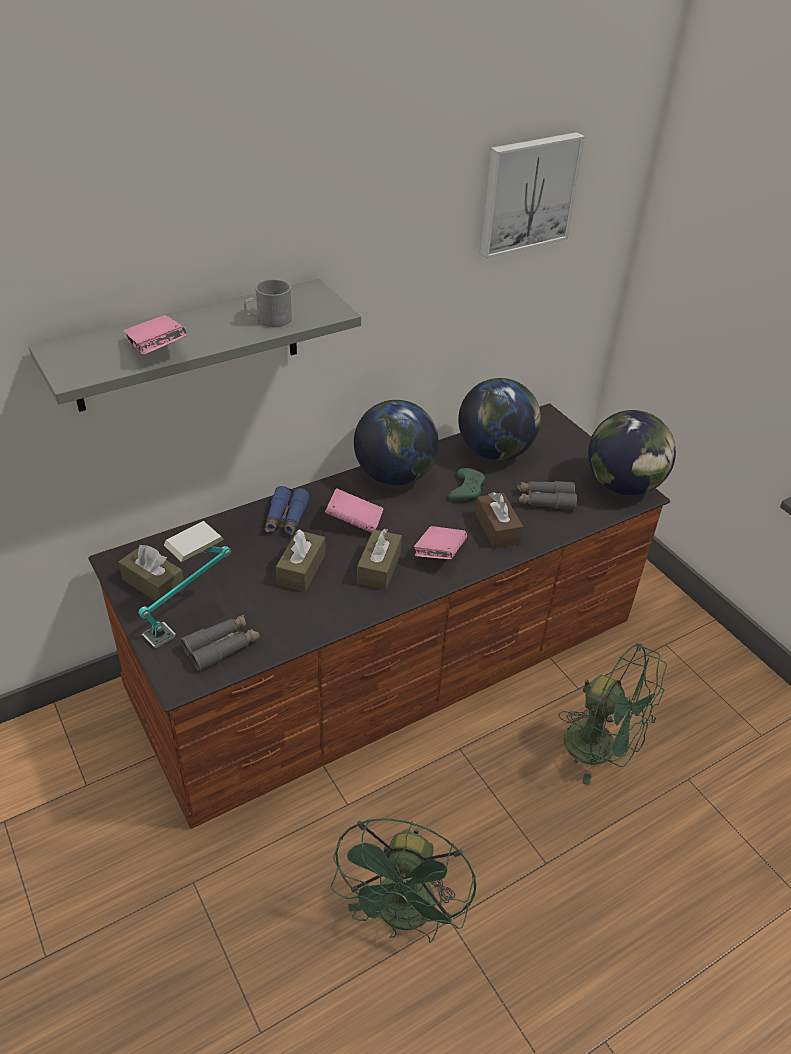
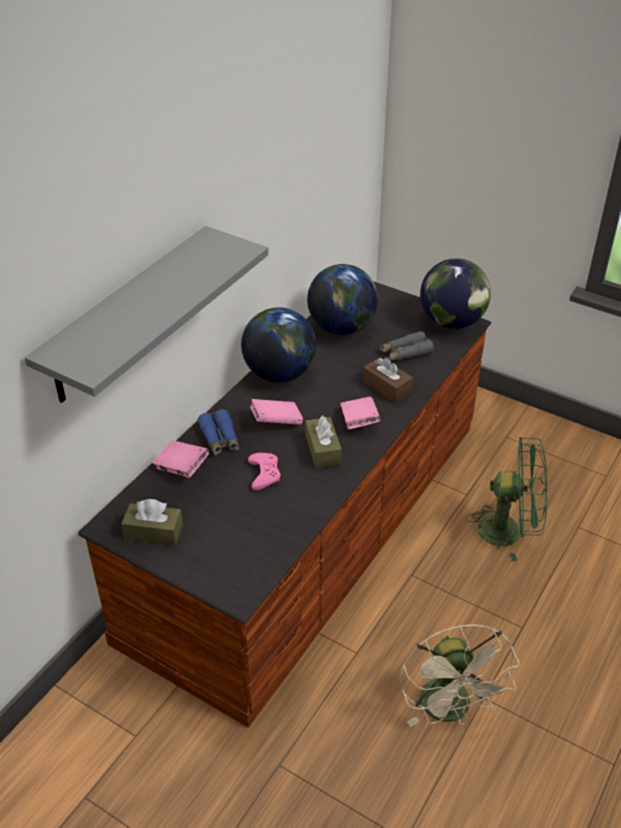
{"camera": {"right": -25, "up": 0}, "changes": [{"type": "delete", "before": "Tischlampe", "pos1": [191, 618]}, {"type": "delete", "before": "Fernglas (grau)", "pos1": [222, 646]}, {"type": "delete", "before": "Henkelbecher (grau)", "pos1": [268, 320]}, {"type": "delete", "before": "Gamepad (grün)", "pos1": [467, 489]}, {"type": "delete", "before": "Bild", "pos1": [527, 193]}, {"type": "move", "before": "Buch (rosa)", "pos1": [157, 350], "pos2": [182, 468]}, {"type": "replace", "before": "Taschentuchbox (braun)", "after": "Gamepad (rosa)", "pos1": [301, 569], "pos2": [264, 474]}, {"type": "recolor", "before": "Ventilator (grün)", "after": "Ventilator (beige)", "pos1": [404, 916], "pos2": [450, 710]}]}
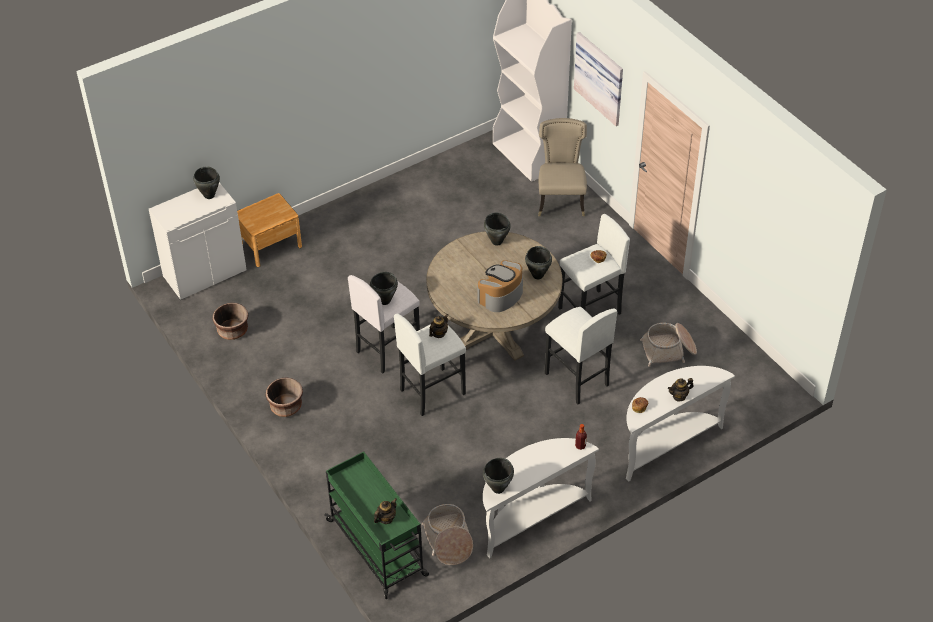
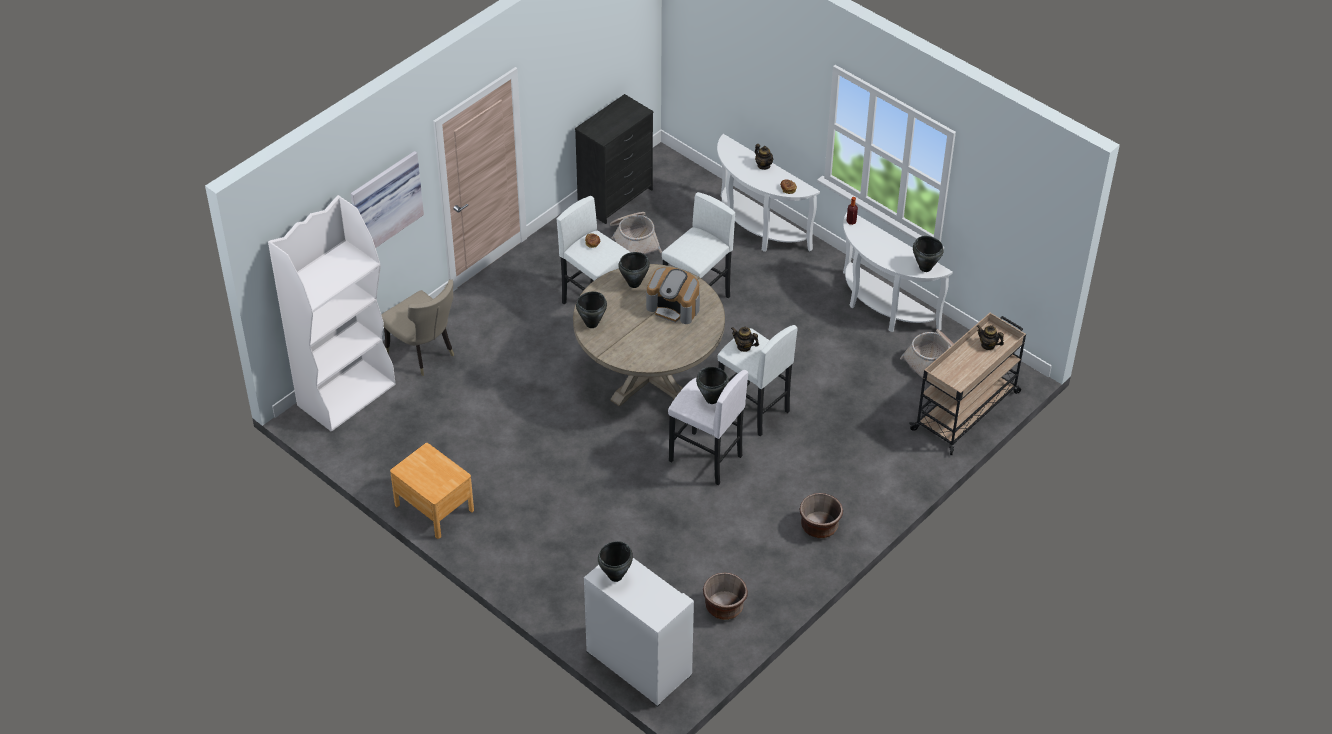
{"camera": {"right": -105, "up": 0}, "changes": [{"type": "insert", "after": "Kommode (schwarz)", "pos2": [615, 198]}, {"type": "move", "before": "Nachttisch (braun)", "pos1": [270, 245], "pos2": [434, 507]}, {"type": "recolor", "before": "Rollwagen (grün)", "after": "Rollwagen (beige)", "pos1": [377, 549], "pos2": [966, 410]}, {"type": "rotate", "before": "Stuhl (beige)", "pos1": [561, 201], "pos2": [424, 354], "turn": -120}]}
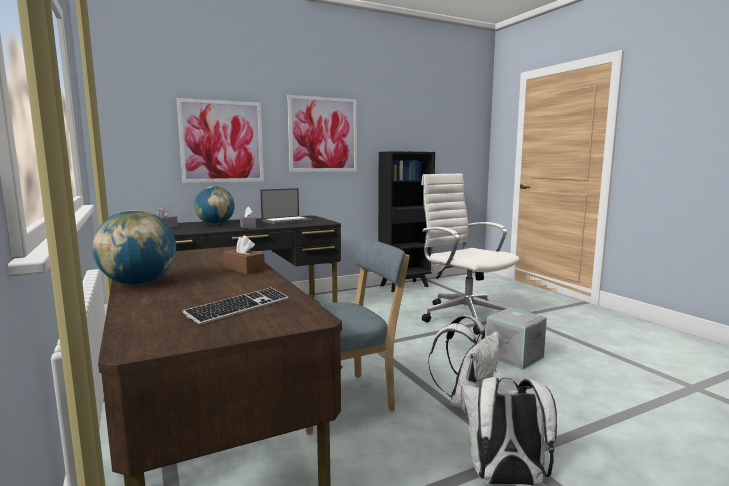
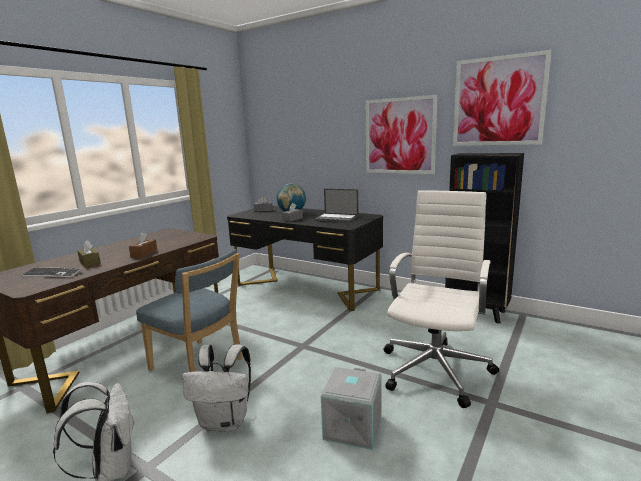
{"camera": {"right": 60, "up": 5}, "changes": [{"type": "delete", "before": "Globus", "pos1": [139, 283]}, {"type": "insert", "after": "Taschentuchbox (braun)", "pos2": [90, 262]}, {"type": "move", "before": "Bild", "pos1": [222, 142], "pos2": [498, 101]}]}
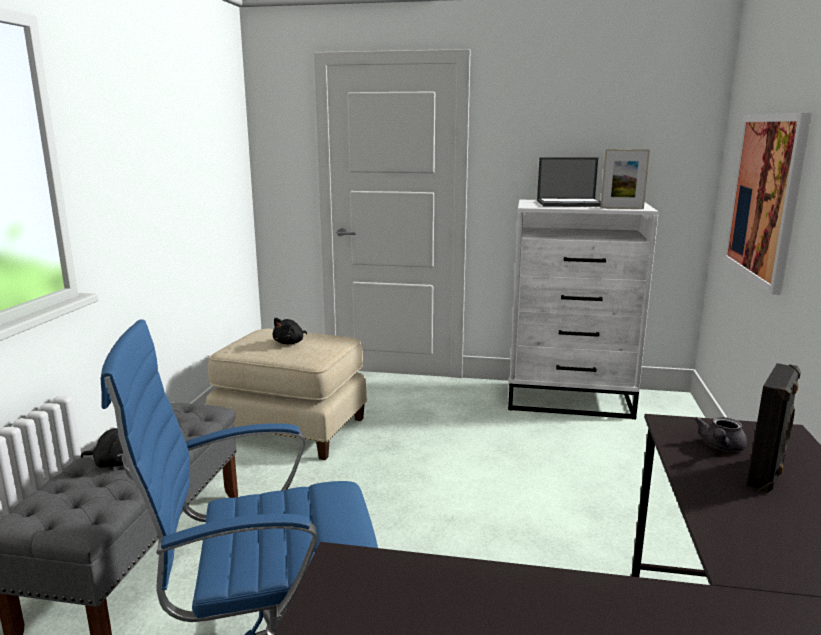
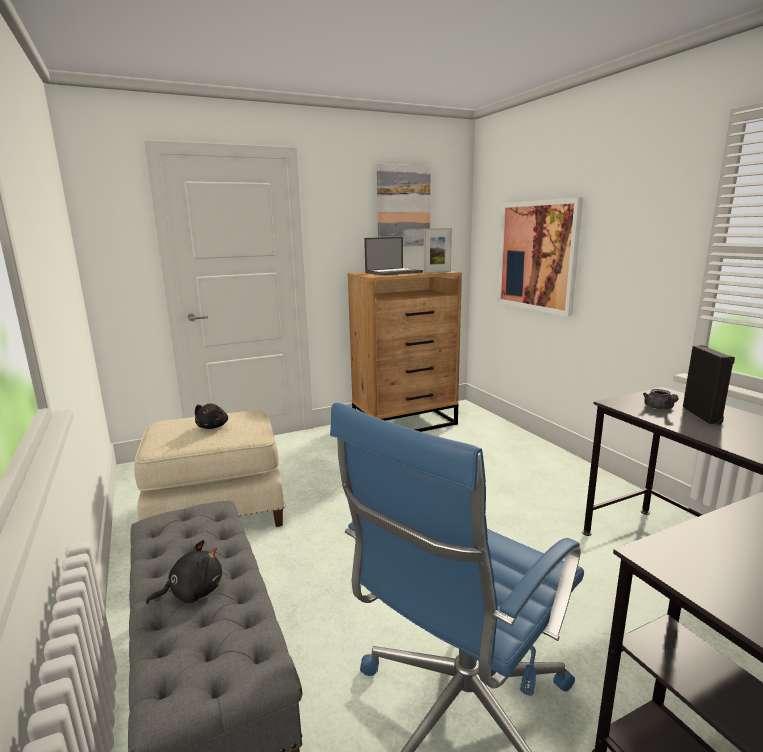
{"camera": {"right": -35, "up": 0}, "changes": [{"type": "insert", "after": "Bild", "pos2": [403, 206]}, {"type": "recolor", "before": "Kommode (weiß)", "after": "Kommode (braun)", "pos1": [570, 400], "pos2": [405, 423]}]}
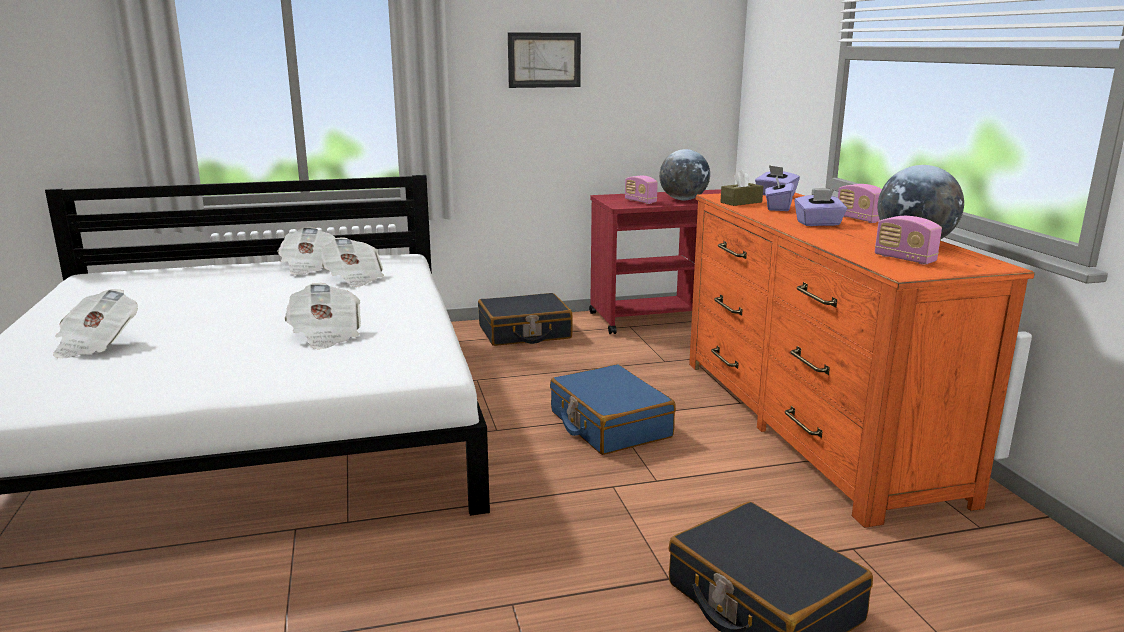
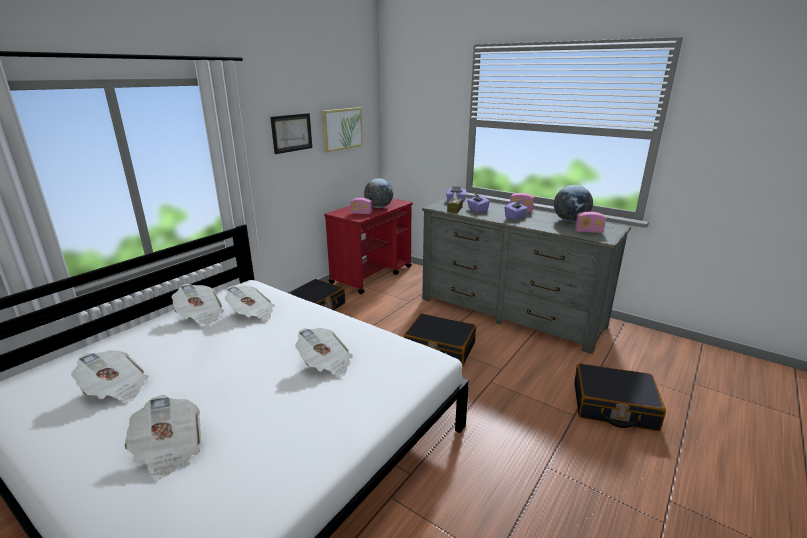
{"camera": {"right": -40, "up": 5}, "changes": [{"type": "insert", "after": "Zeitung", "pos2": [115, 389]}, {"type": "insert", "after": "Bild", "pos2": [342, 129]}, {"type": "recolor", "before": "Koffer (blau)", "after": "Koffer (schwarz)", "pos1": [609, 425], "pos2": [439, 348]}, {"type": "recolor", "before": "Kommode (orange)", "after": "Kommode (grau)", "pos1": [809, 423], "pos2": [509, 312]}]}
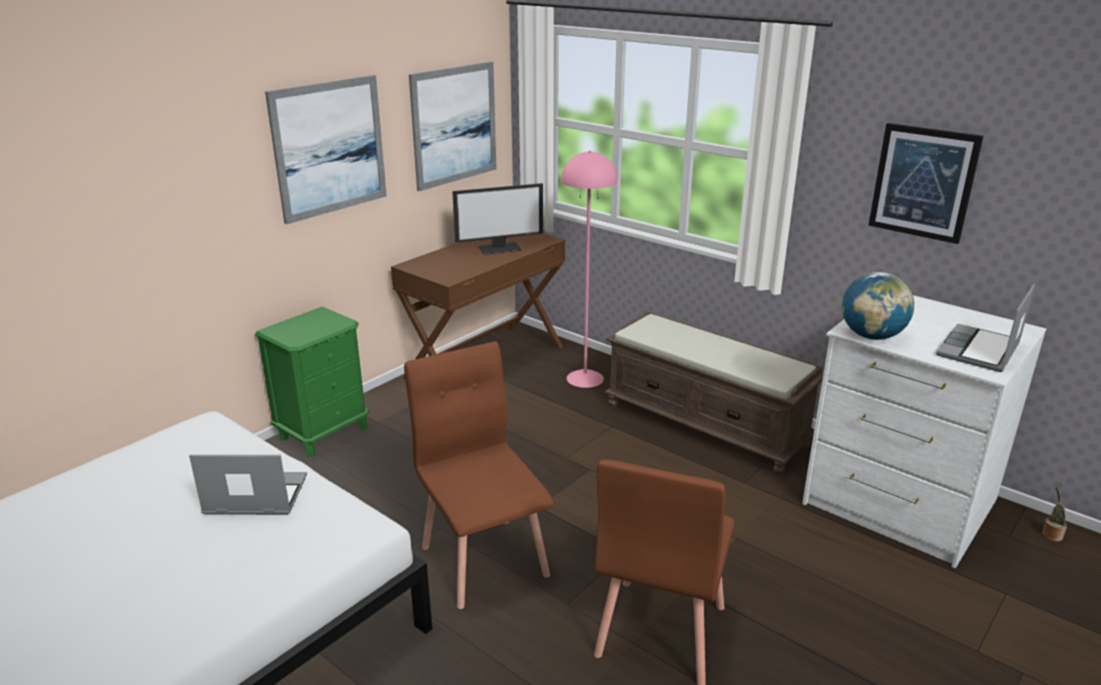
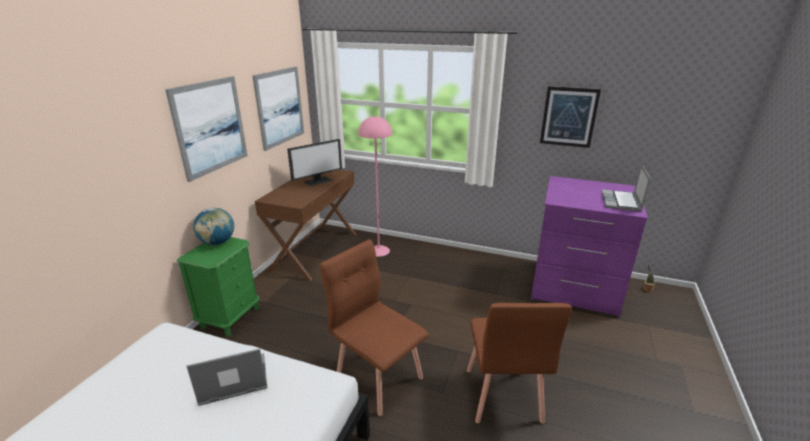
{"camera": {"right": -20, "up": 0}, "changes": [{"type": "delete", "before": "Bank (braun)", "pos1": [706, 424]}, {"type": "move", "before": "Globus", "pos1": [871, 336], "pos2": [217, 242]}, {"type": "recolor", "before": "Kommode (weiß)", "after": "Kommode (lila)", "pos1": [898, 503], "pos2": [574, 288]}]}
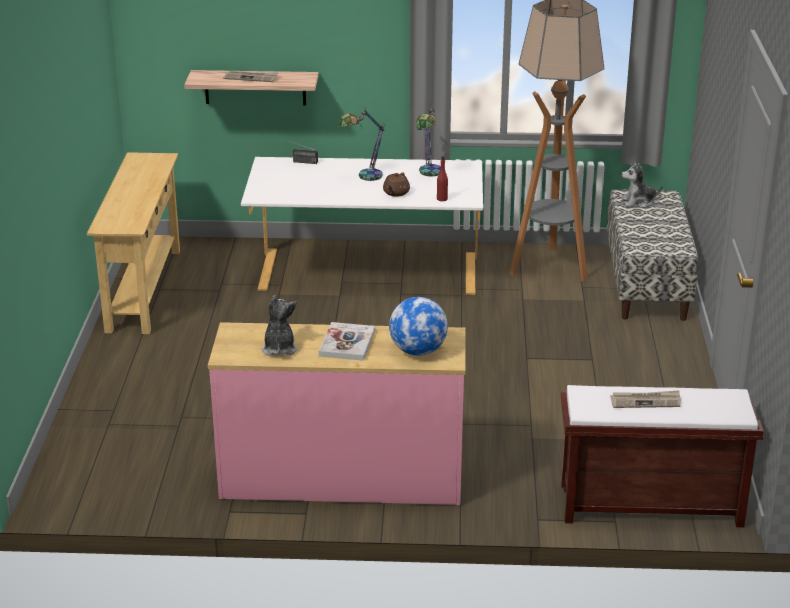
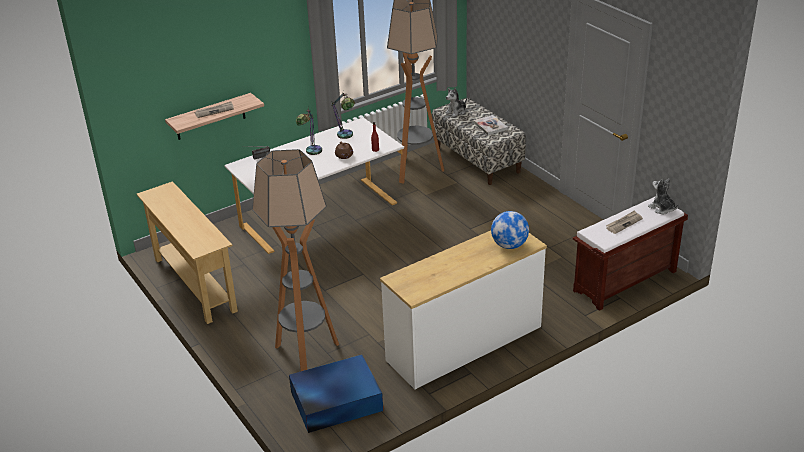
{"camera": {"right": -35, "up": 5}, "changes": [{"type": "insert", "after": "Stehlampe", "pos2": [306, 356]}, {"type": "insert", "after": "Aufbewahrungsbox (blau)", "pos2": [335, 401]}, {"type": "move", "before": "Plüschtier", "pos1": [279, 348], "pos2": [662, 208]}, {"type": "move", "before": "Buch", "pos1": [347, 343], "pos2": [490, 126]}, {"type": "recolor", "before": "Kommode (rosa)", "after": "Kommode (weiß)", "pos1": [342, 480], "pos2": [465, 344]}]}
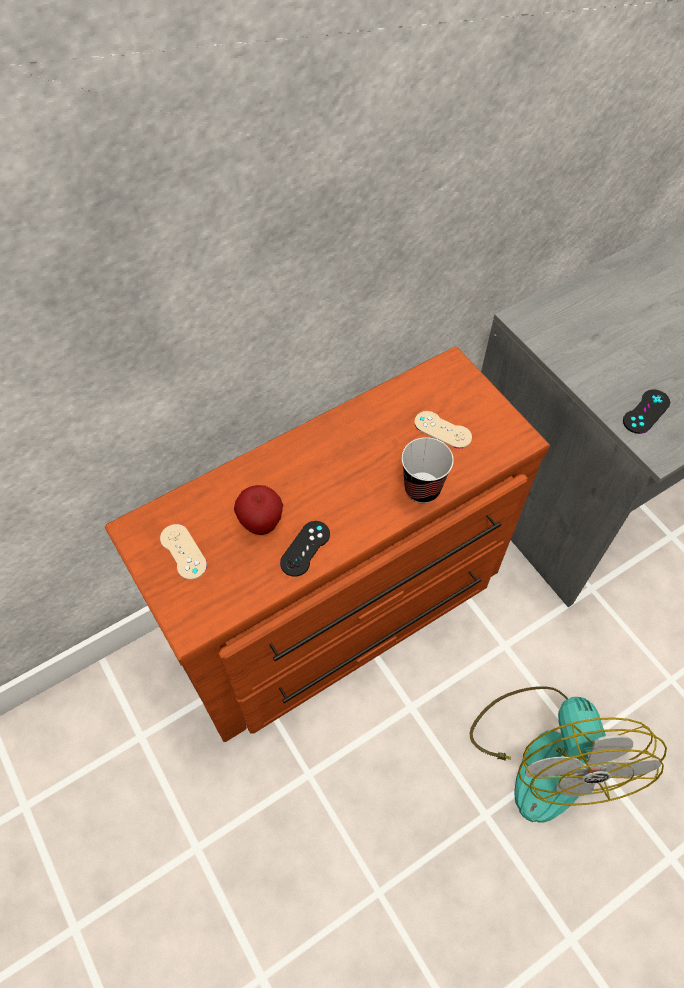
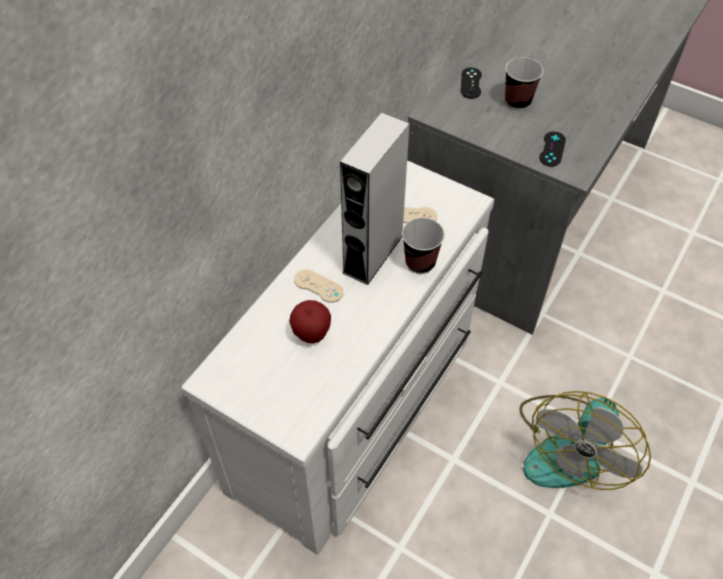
{"camera": {"right": -25, "up": -5}, "changes": [{"type": "insert", "after": "Lautsprecher (grau)", "pos2": [373, 253]}, {"type": "insert", "after": "Tasse", "pos2": [517, 101]}, {"type": "move", "before": "Gamepad (beige)", "pos1": [183, 552], "pos2": [318, 286]}, {"type": "move", "before": "Gamepad (schwarz)", "pos1": [305, 548], "pos2": [471, 83]}, {"type": "recolor", "before": "Kommode (braun)", "after": "Kommode (weiß)", "pos1": [341, 610], "pos2": [360, 409]}, {"type": "rotate", "before": "Ventilator", "pos1": [546, 752], "pos2": [570, 447], "turn": 60}]}
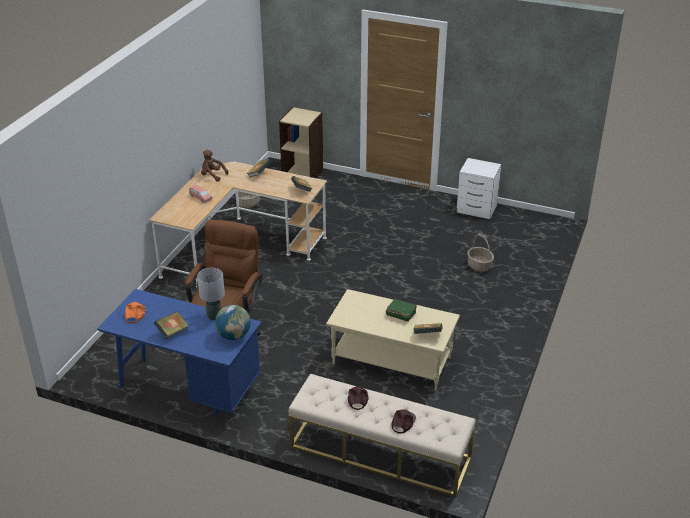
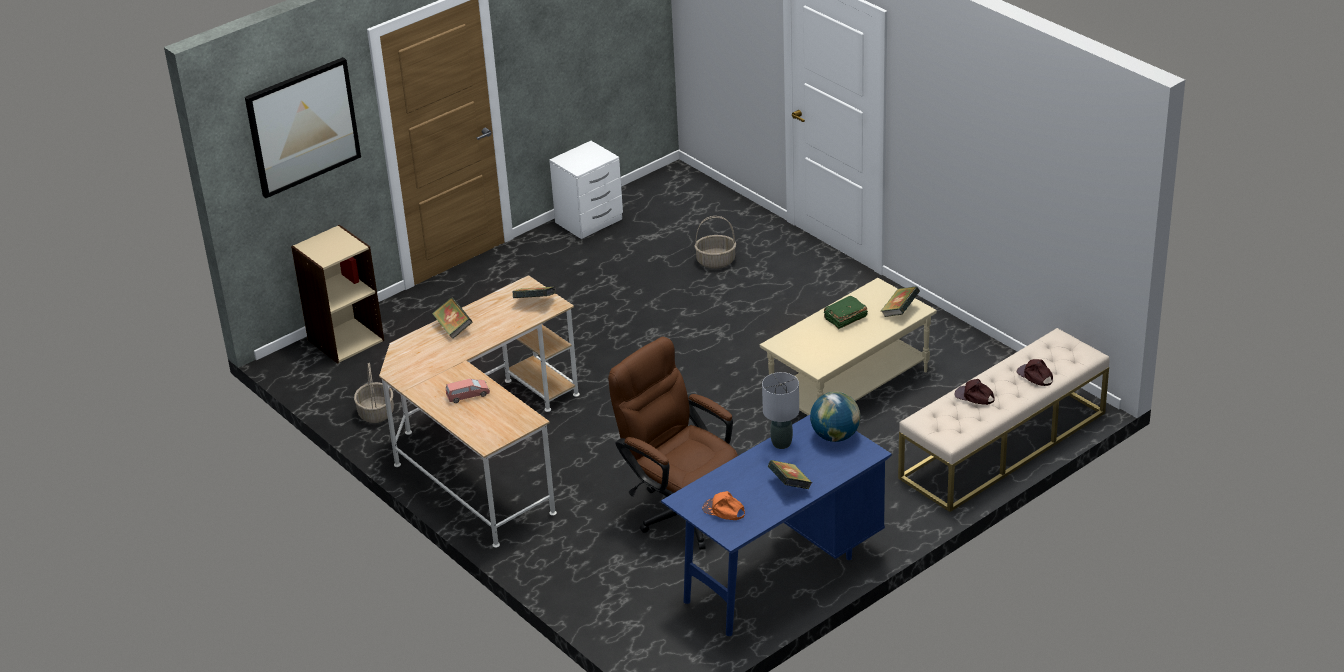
{"camera": {"right": -60, "up": 0}, "changes": [{"type": "delete", "before": "Plüschtier (braun)", "pos1": [212, 175]}, {"type": "insert", "after": "Bild", "pos2": [302, 126]}]}
